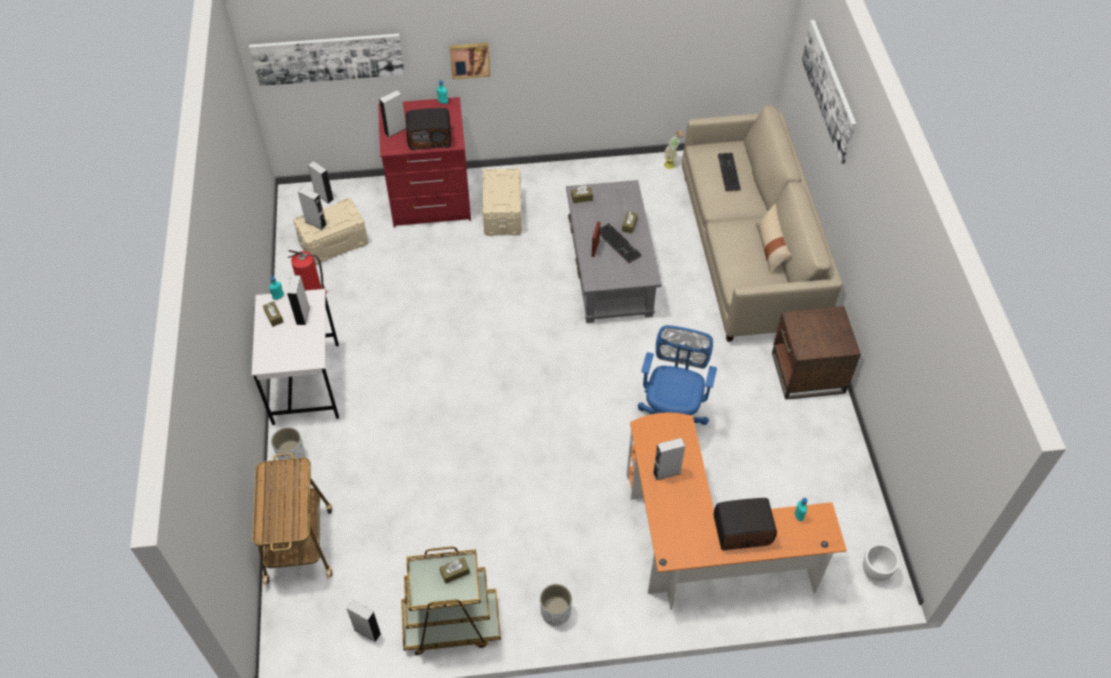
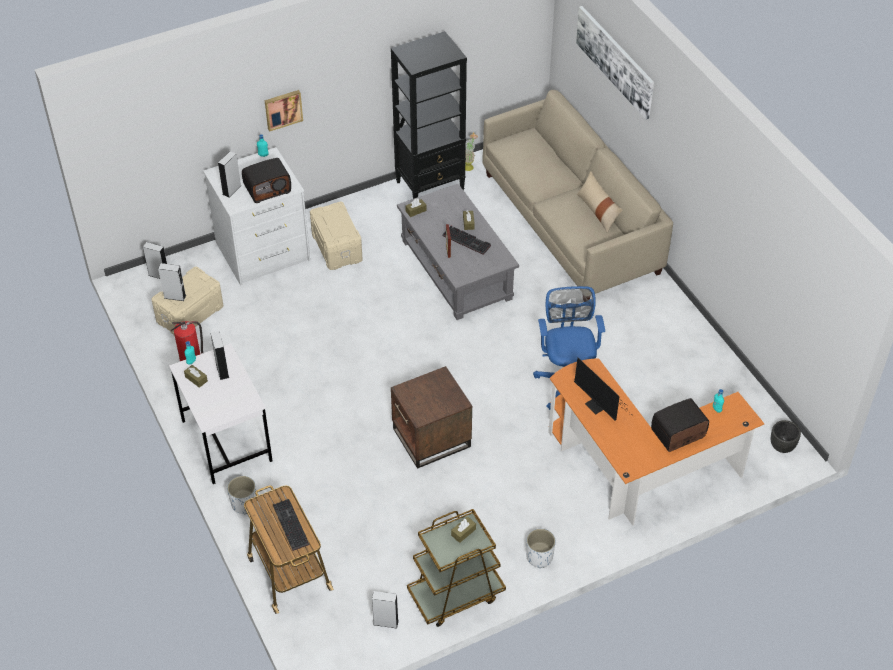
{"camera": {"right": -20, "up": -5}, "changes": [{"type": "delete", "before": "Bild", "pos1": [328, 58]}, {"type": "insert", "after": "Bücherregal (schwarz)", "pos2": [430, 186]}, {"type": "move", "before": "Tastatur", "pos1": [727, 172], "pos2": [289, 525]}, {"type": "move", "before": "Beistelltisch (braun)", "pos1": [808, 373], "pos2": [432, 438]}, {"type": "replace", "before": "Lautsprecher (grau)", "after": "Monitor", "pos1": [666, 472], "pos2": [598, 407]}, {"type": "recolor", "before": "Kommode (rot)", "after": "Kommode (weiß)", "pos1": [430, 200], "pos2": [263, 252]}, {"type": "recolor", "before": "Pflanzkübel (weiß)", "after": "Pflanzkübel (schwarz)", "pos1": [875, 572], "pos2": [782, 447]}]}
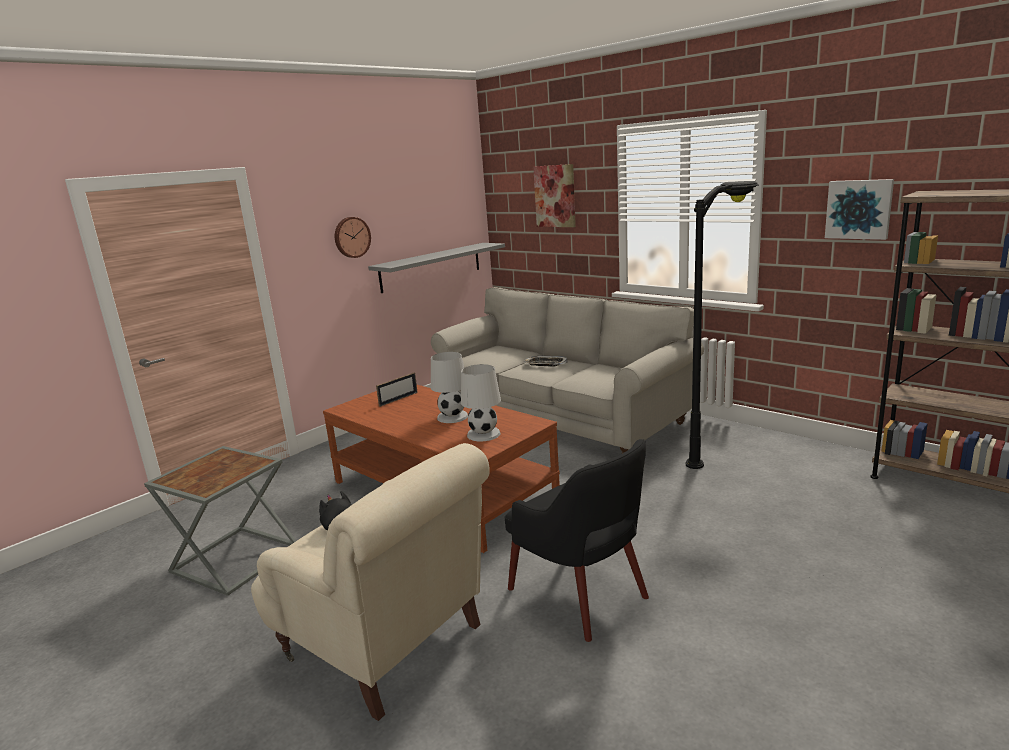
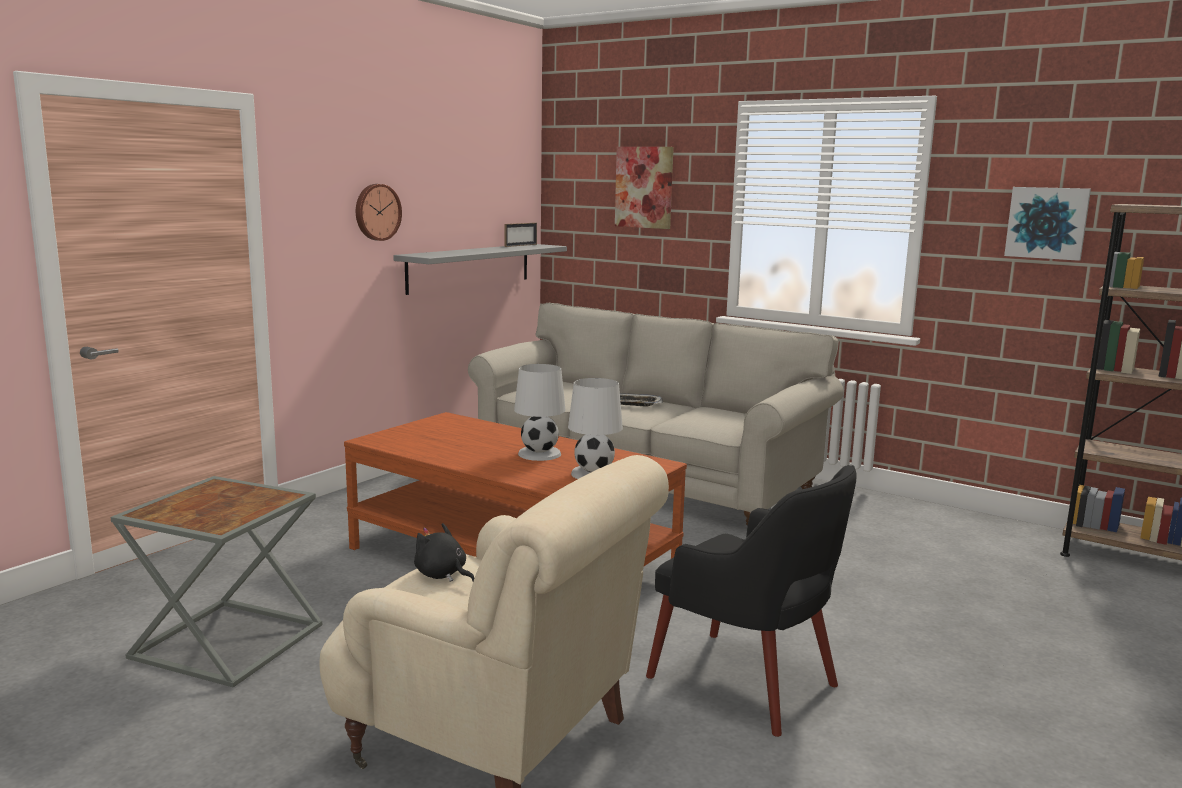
{"camera": {"right": -10, "up": -5}, "changes": [{"type": "delete", "before": "Stehlampe (schwarz)", "pos1": [719, 445]}, {"type": "move", "before": "Bilderrahmen", "pos1": [398, 399], "pos2": [521, 245]}]}
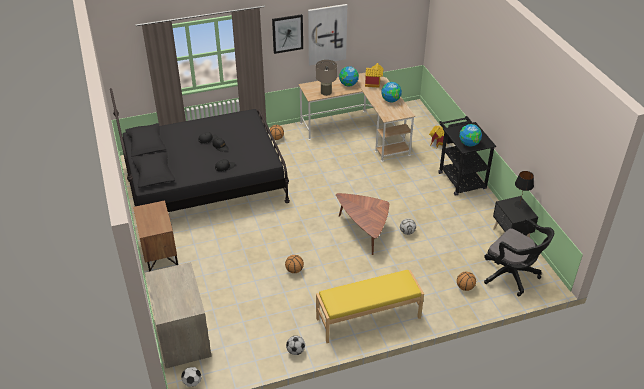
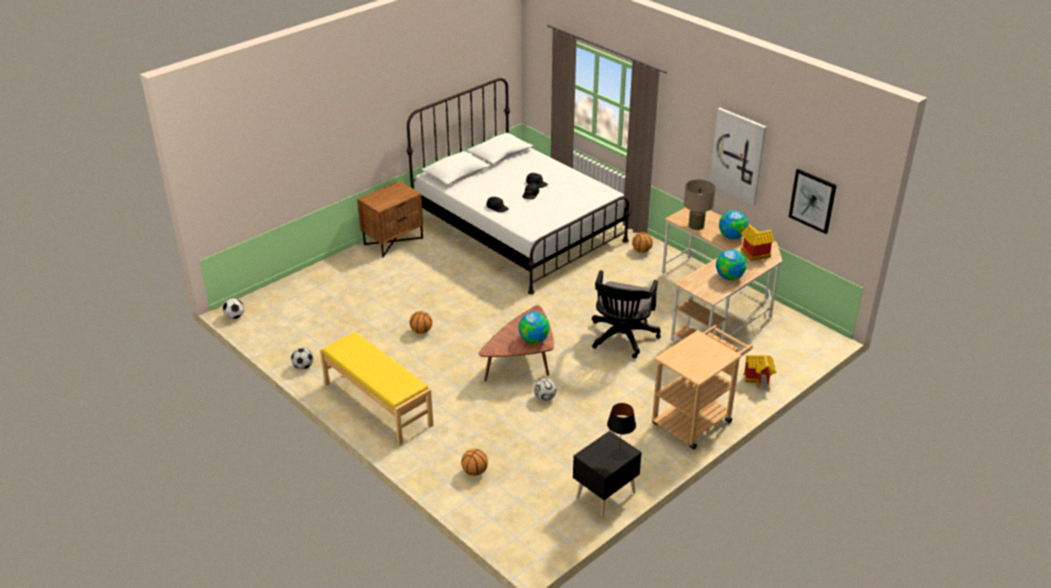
{"camera": {"right": 65, "up": -5}, "changes": [{"type": "delete", "before": "Kommode", "pos1": [181, 335]}, {"type": "move", "before": "Bild", "pos1": [287, 33], "pos2": [812, 200]}, {"type": "move", "before": "Globus", "pos1": [469, 144], "pos2": [534, 339]}, {"type": "move", "before": "Bürostuhl (schwarz)", "pos1": [512, 276], "pos2": [622, 339]}, {"type": "recolor", "before": "Bett (schwarz)", "after": "Bett (weiß)", "pos1": [204, 183], "pos2": [518, 231]}, {"type": "recolor", "before": "Rollwagen (schwarz)", "after": "Rollwagen (beige)", "pos1": [459, 178], "pos2": [696, 419]}]}
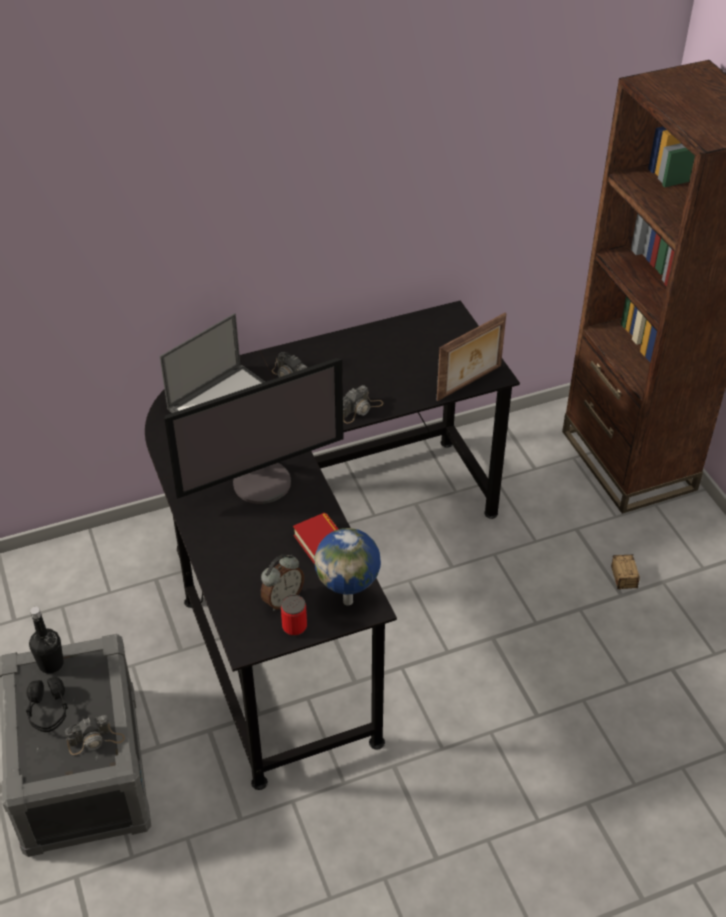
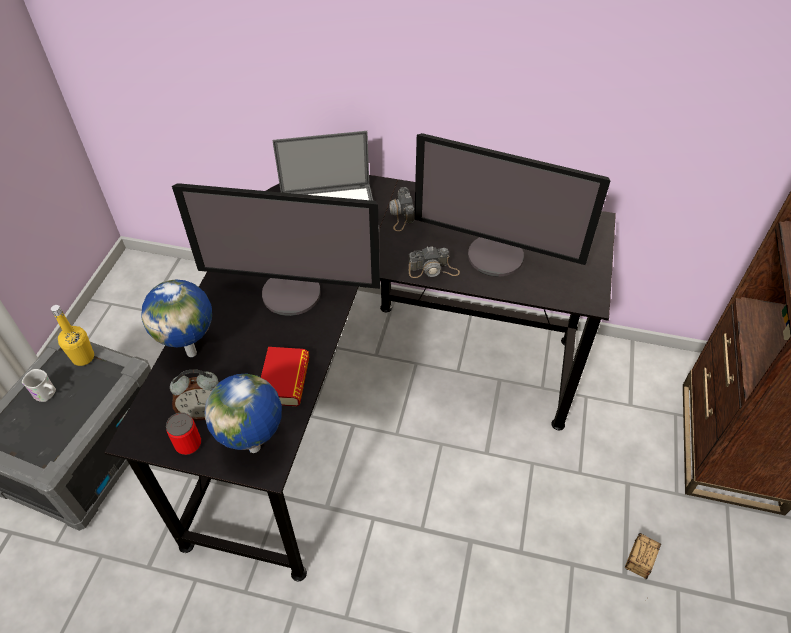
{"camera": {"right": 35, "up": 5}, "changes": [{"type": "delete", "before": "Kamera", "pos1": [95, 740]}, {"type": "delete", "before": "Bilderrahmen", "pos1": [470, 383]}, {"type": "insert", "after": "Globus", "pos2": [193, 352]}, {"type": "insert", "after": "Monitor", "pos2": [497, 255]}, {"type": "replace", "before": "Kopfhörer (schwarz)", "after": "Henkelbecher (weiß)", "pos1": [48, 711], "pos2": [47, 394]}, {"type": "recolor", "before": "Flasche (schwarz)", "after": "Flasche (gelb)", "pos1": [51, 664], "pos2": [83, 357]}]}
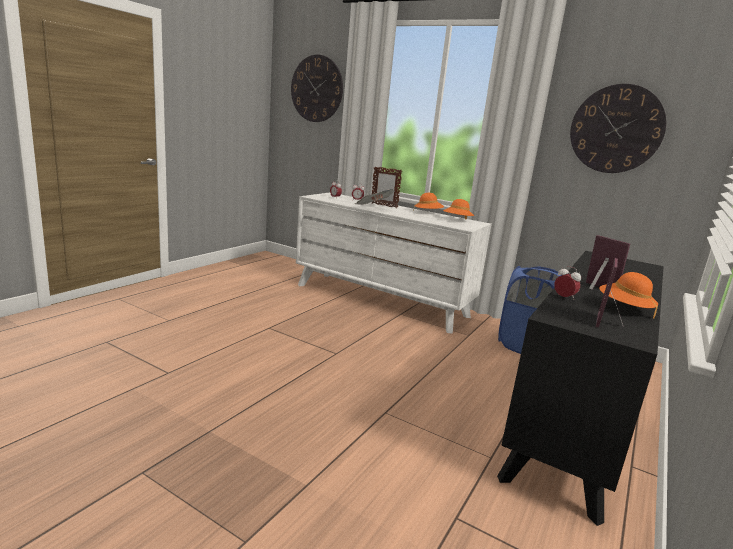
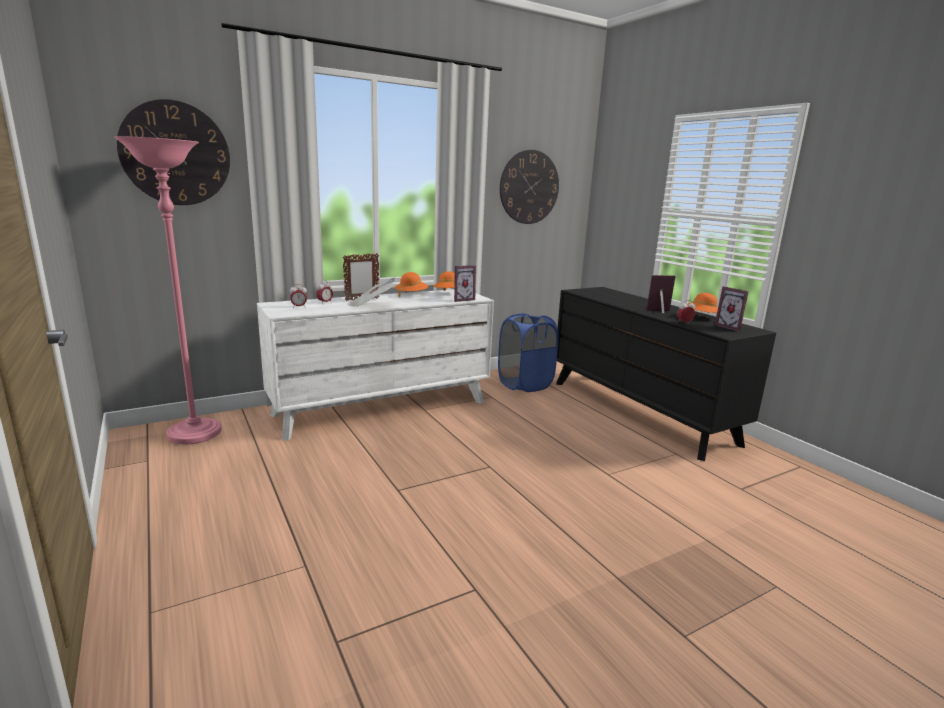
{"camera": {"right": -60, "up": 0}, "changes": [{"type": "insert", "after": "Stehlampe (rosa)", "pos2": [195, 434]}, {"type": "insert", "after": "Bilderrahmen", "pos2": [461, 299]}]}
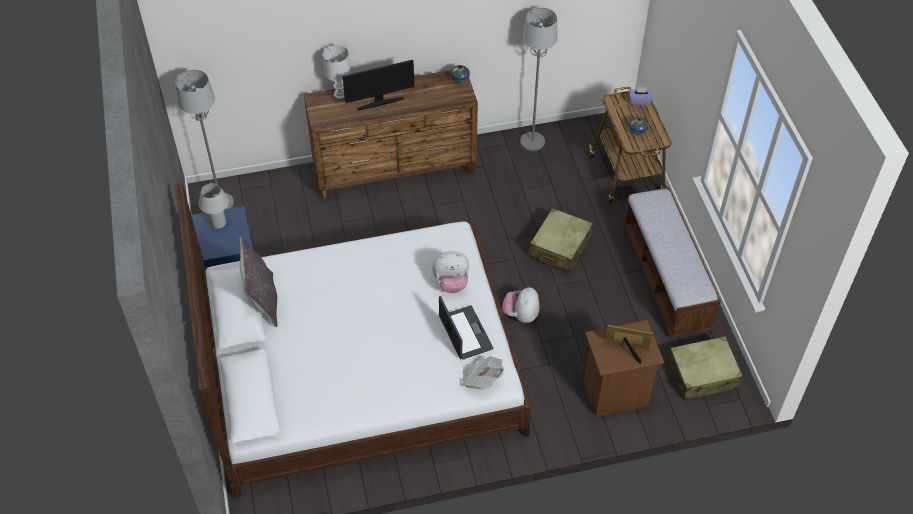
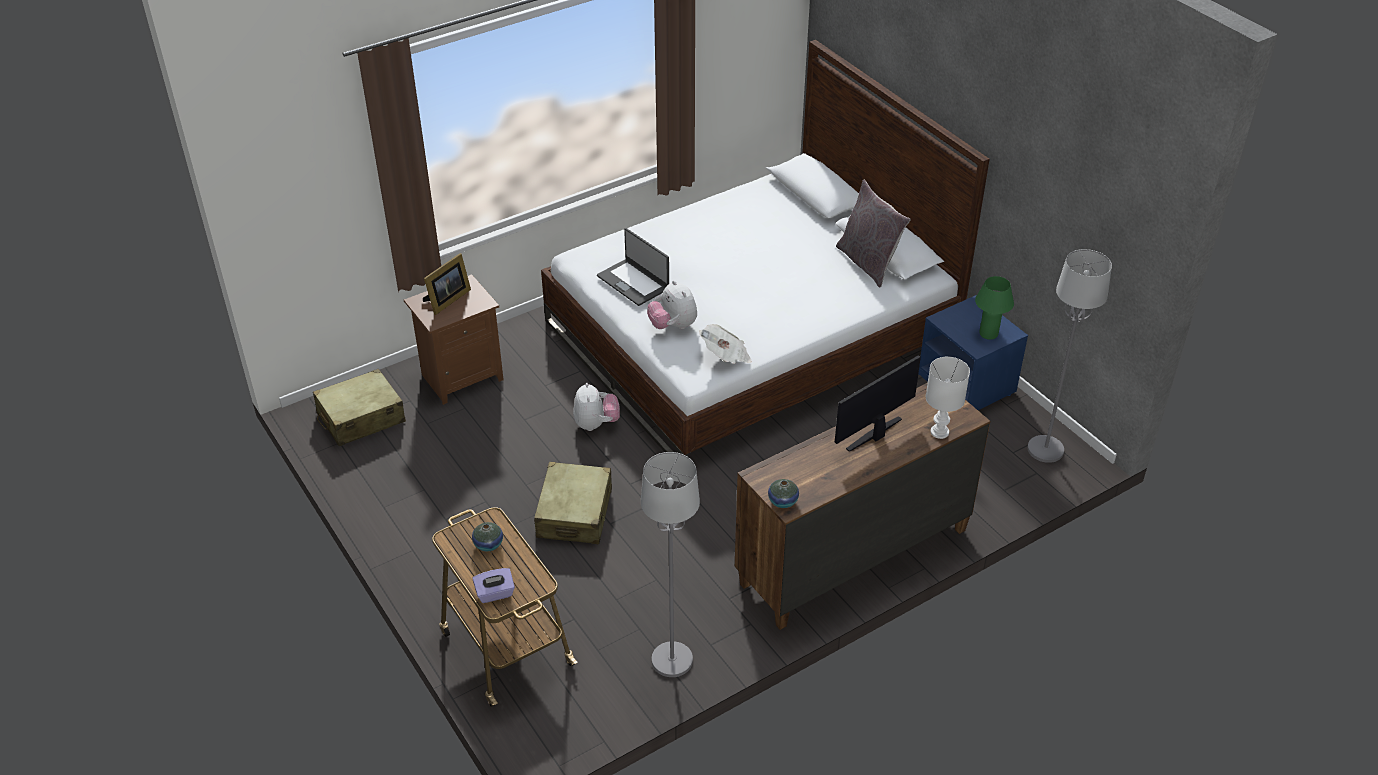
{"camera": {"right": 160, "up": -10}, "changes": [{"type": "delete", "before": "Bank", "pos1": [665, 278]}, {"type": "move", "before": "Zeitung", "pos1": [481, 379], "pos2": [726, 356]}, {"type": "recolor", "before": "Tischlampe (weiß)", "after": "Tischlampe (grün)", "pos1": [219, 223], "pos2": [988, 334]}, {"type": "rotate", "before": "Plüschtier", "pos1": [451, 283], "pos2": [673, 326], "turn": -90}, {"type": "rotate", "before": "Bilderrahmen", "pos1": [627, 349], "pos2": [446, 300], "turn": -45}]}
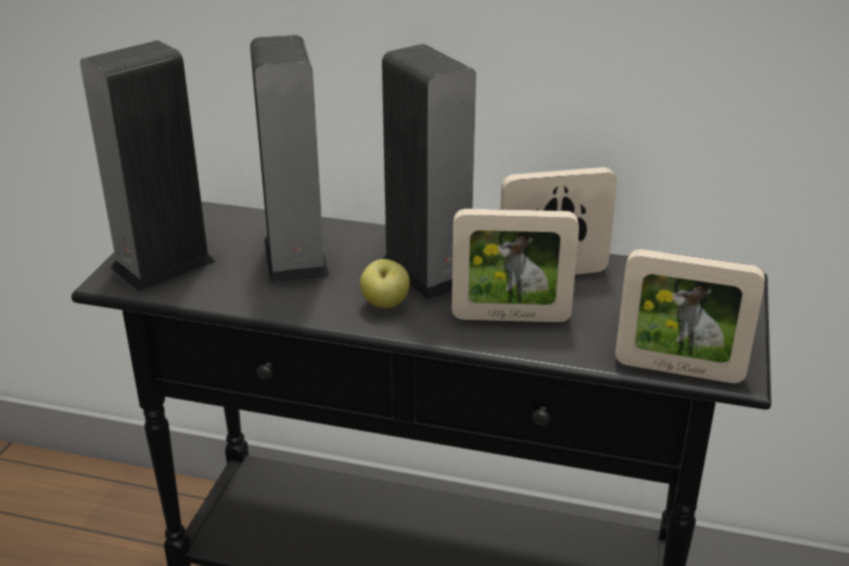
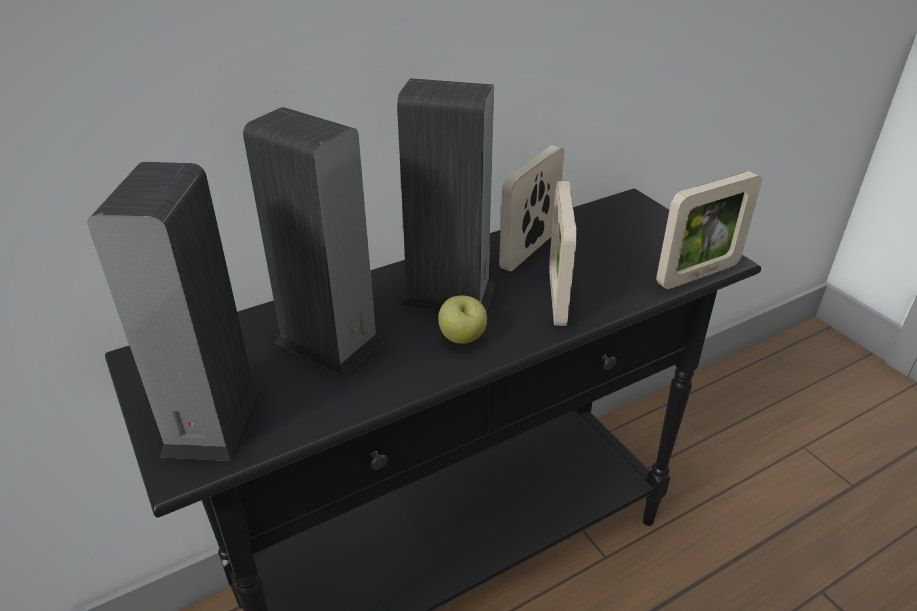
{"camera": {"right": -45, "up": 5}, "changes": [{"type": "rotate", "before": "Bilderrahmen", "pos1": [510, 317], "pos2": [557, 297], "turn": 135}]}
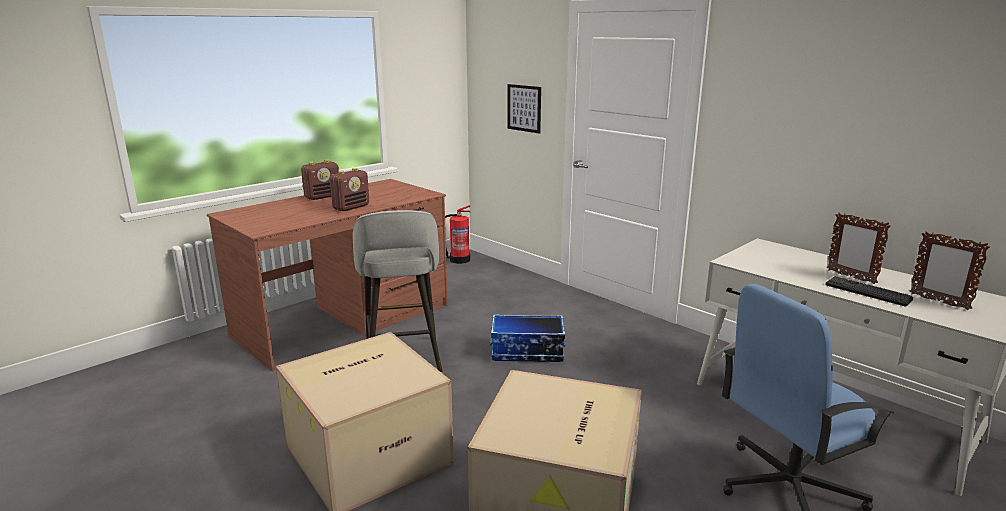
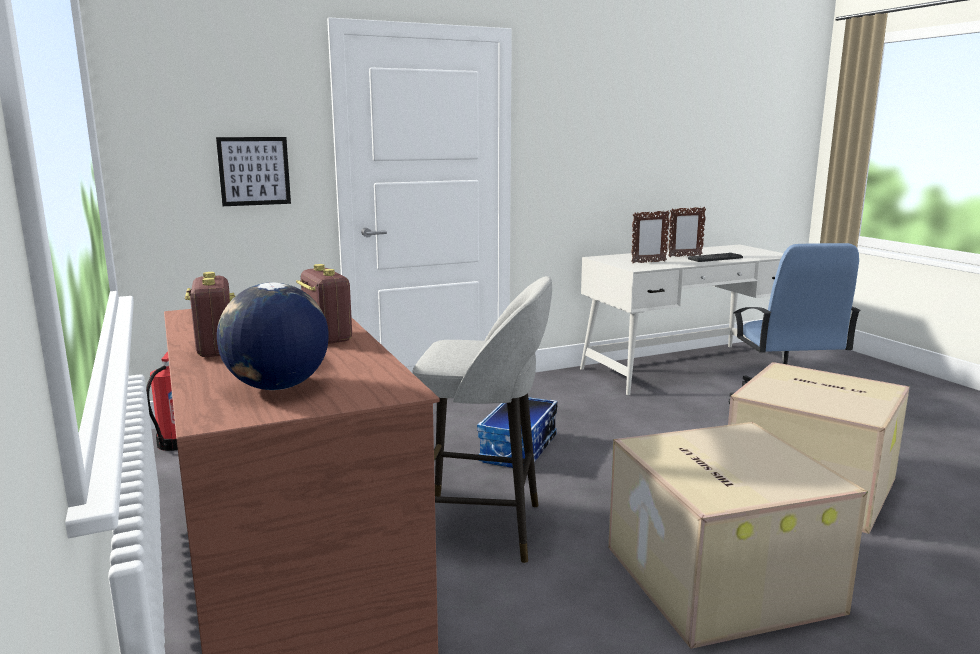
{"camera": {"right": -70, "up": -5}, "changes": [{"type": "insert", "after": "Globus", "pos2": [276, 387]}, {"type": "move", "before": "Bilderrahmen", "pos1": [938, 301], "pos2": [648, 262]}]}
